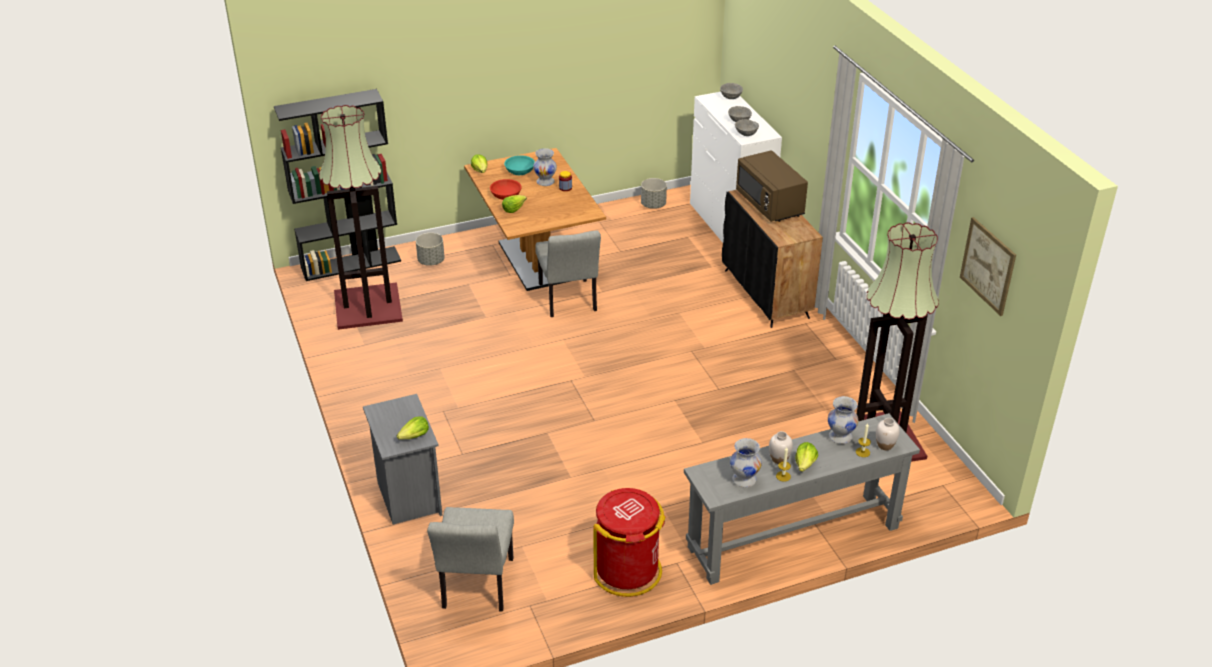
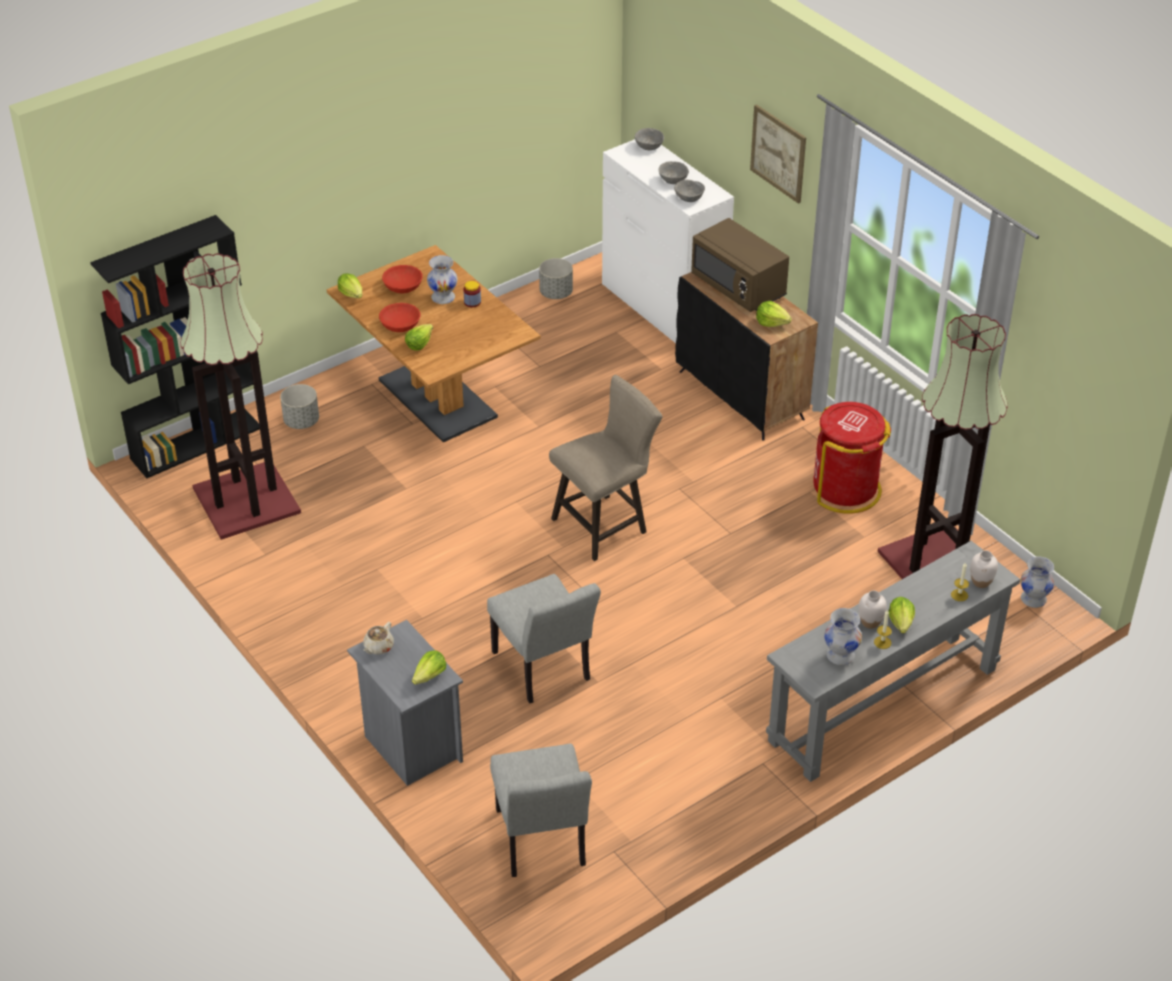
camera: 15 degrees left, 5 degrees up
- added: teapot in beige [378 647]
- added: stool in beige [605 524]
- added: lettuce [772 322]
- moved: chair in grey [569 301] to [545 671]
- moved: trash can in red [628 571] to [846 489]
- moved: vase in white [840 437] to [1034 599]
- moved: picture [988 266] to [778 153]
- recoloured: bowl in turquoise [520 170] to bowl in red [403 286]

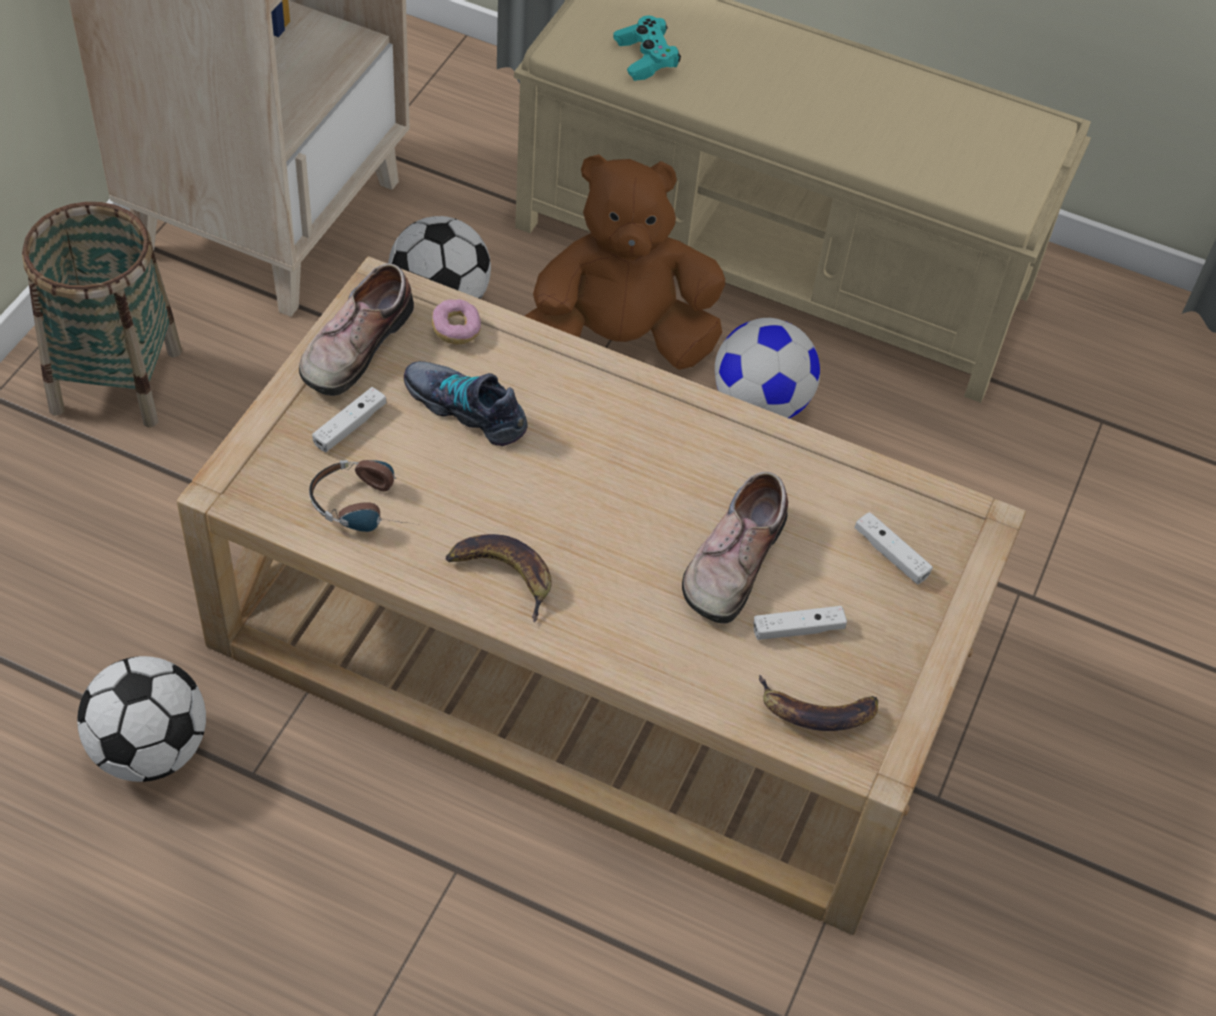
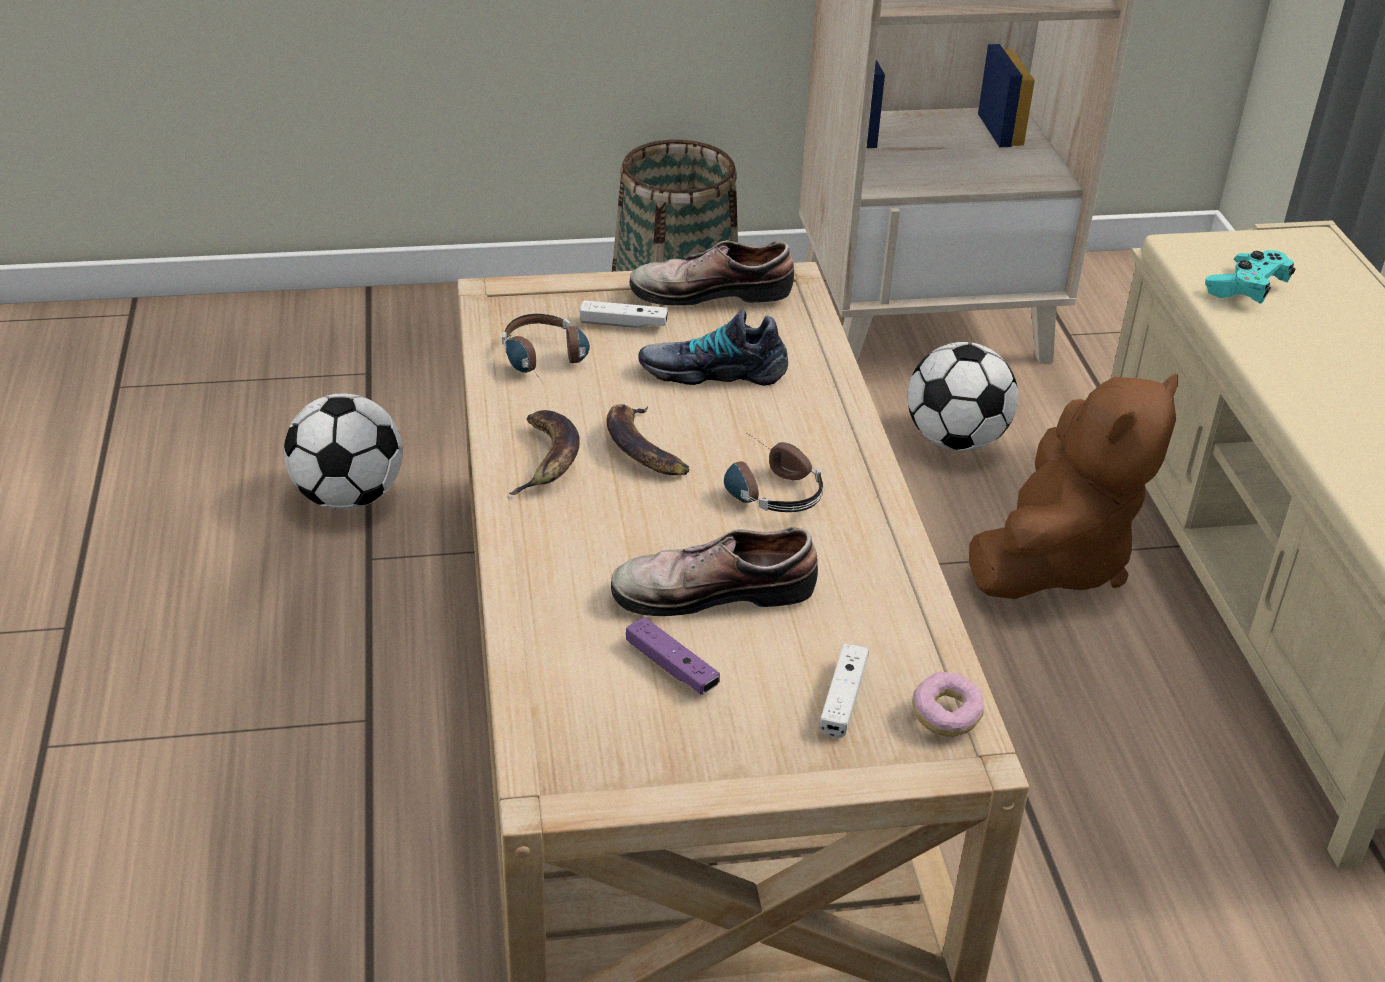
camera: 60 degrees right, 15 degrees down
- removed: football [760 405]
- added: headphones [765 487]
- moved: donut [456 330] to [945 716]
- moved: banana [815 712] to [642 448]
- recoloured: game controller in white [798 629] to game controller in purple [671 667]
- turned: shoe [466 408] = [712 371] 90 degrees counterclockwise
- turned: plush toy in brown [618 340] = [1055 560] 75 degrees clockwise

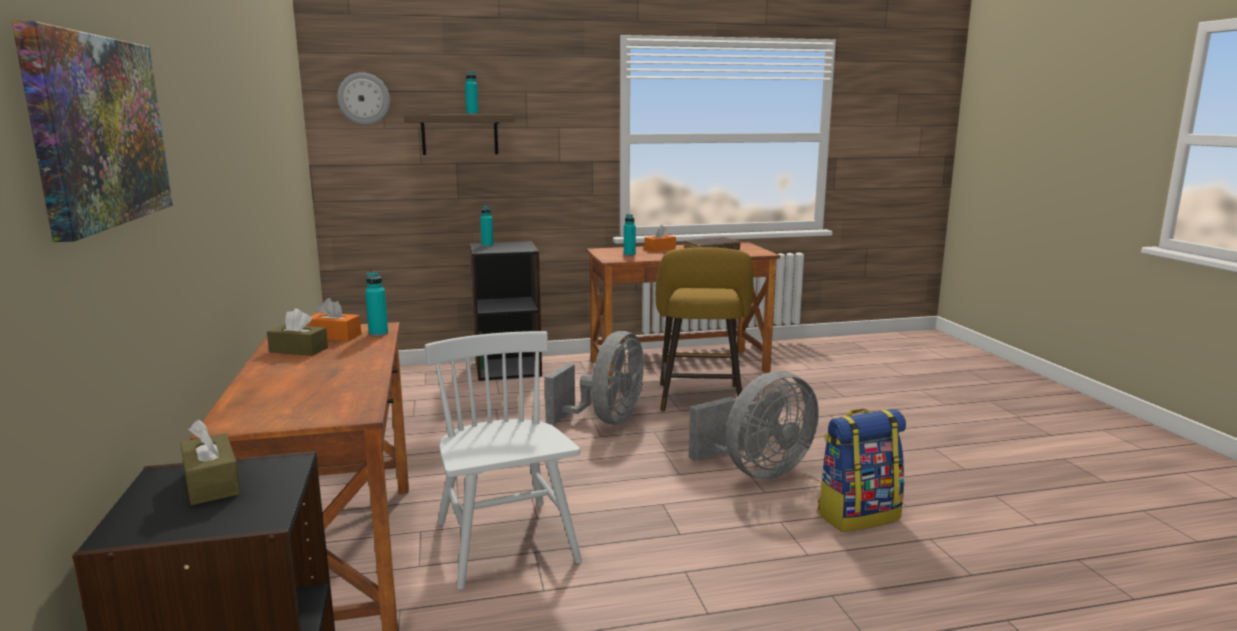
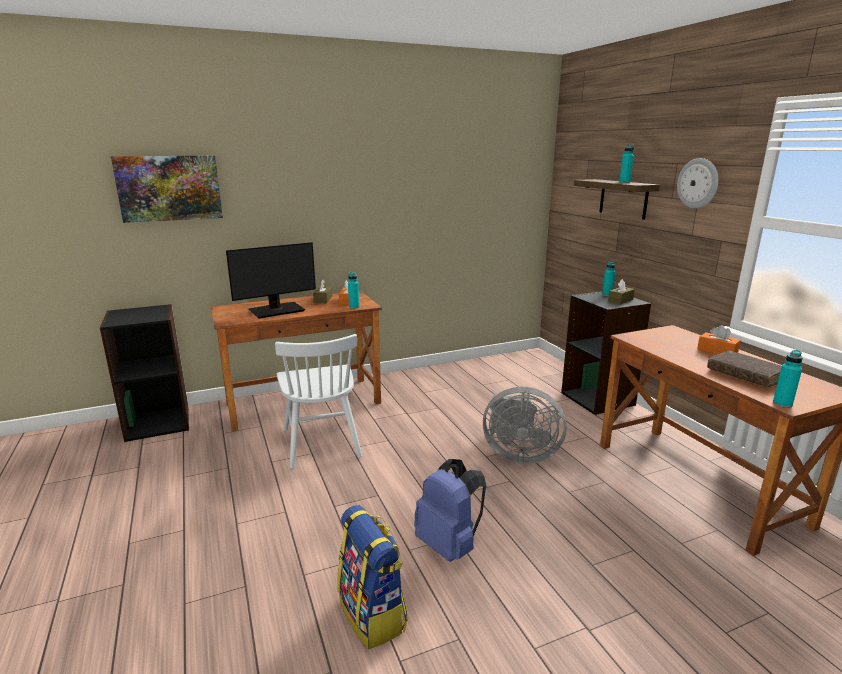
camera: 80 degrees right, 5 degrees up
- removed: stool in yellow [700 401]
- added: monitor [276 310]
- moved: tissue box in brown [212 483] to [620 300]
- moved: wall clock [364 98] to [698 183]
- moved: bottle in turquoise [629 254] to [782 404]
- replaced: fan in grey [757 471] to backpack in blue [449 545]
- turned: chair in white [506 543] = [321 442] 105 degrees clockwise

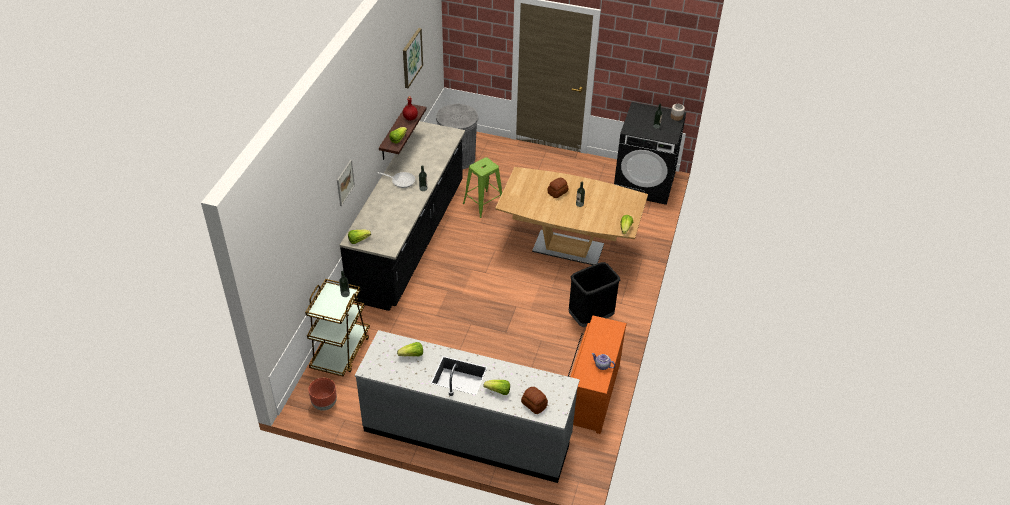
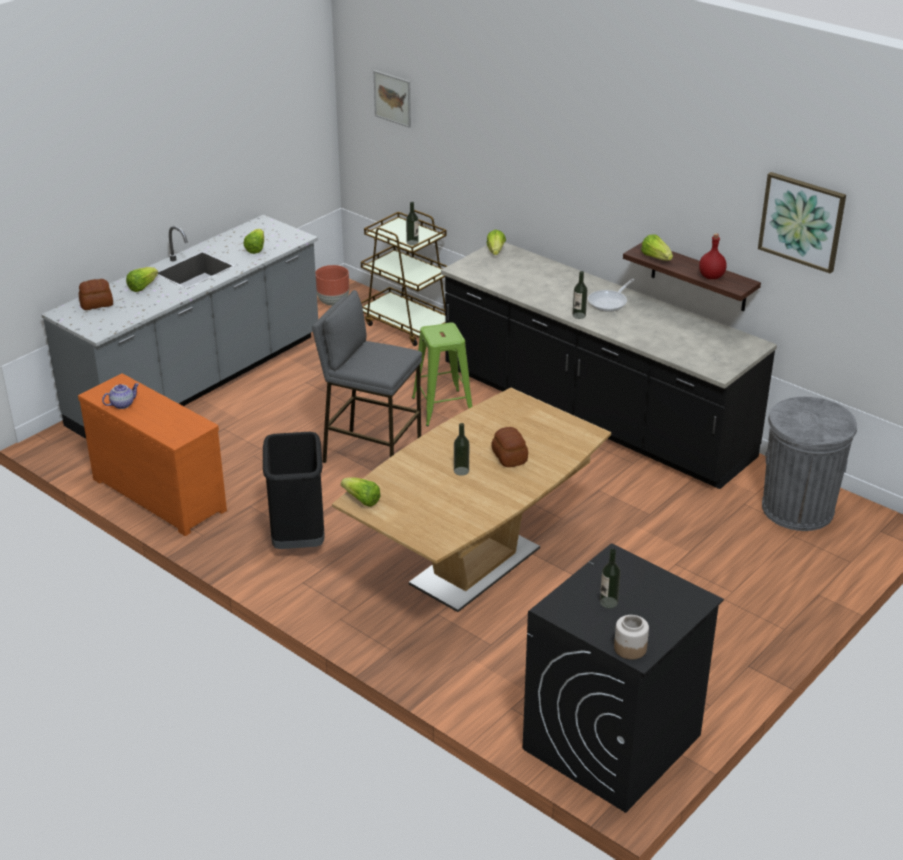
camera: 115 degrees right, 10 degrees down
- added: stool in grey [371 454]
- moved: picture [345 182] to [393 98]
- moved: stool in green [483 204] to [442 407]

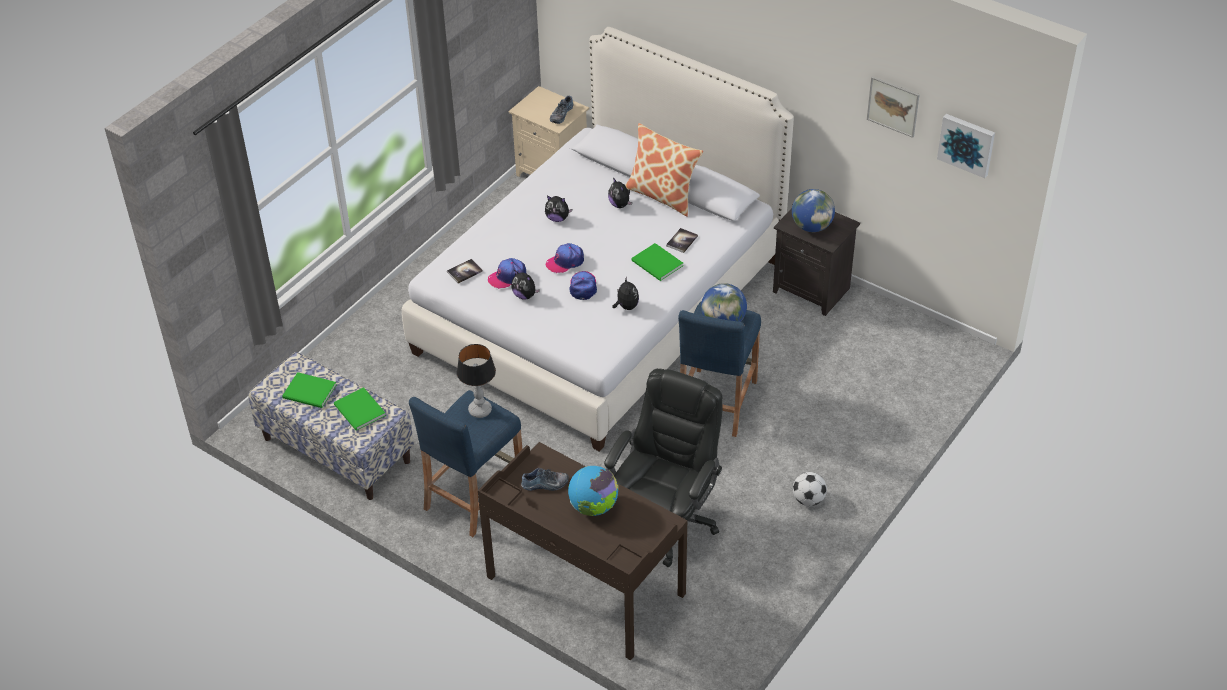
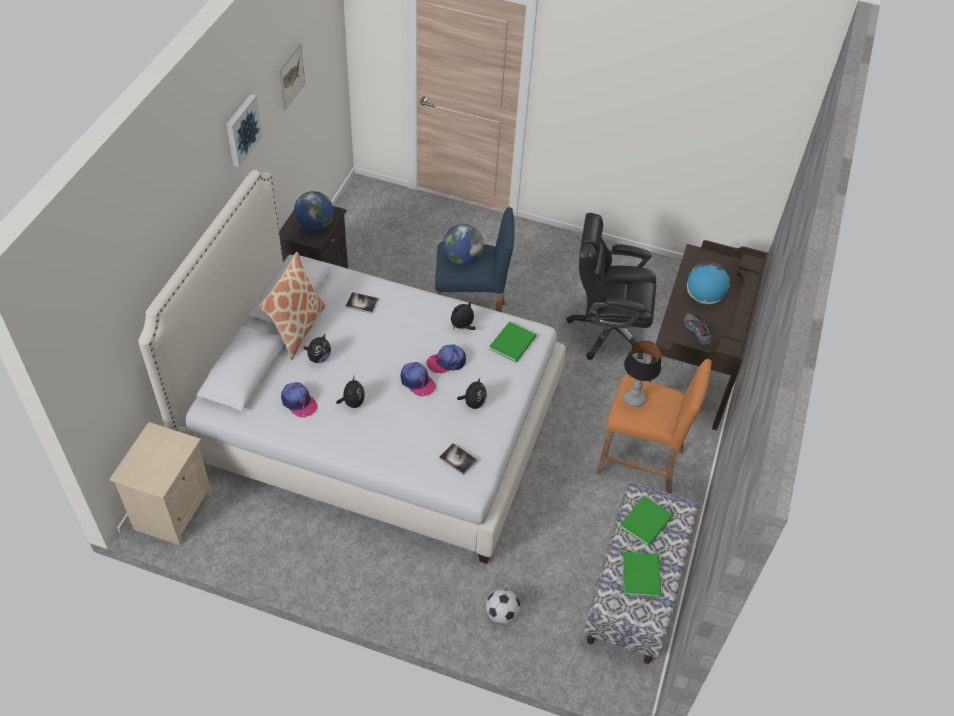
camera: 110 degrees left, 5 degrees up
- removed: shoe [561 114]
- moved: cap [507 277] to [299 402]
- moved: book in green [657 264] to [514 342]
- moved: football [808 500] to [502 614]
- moved: picture [967 144] to [242 129]
- recoloured: stool in blue [474 496] to stool in orange [640 461]

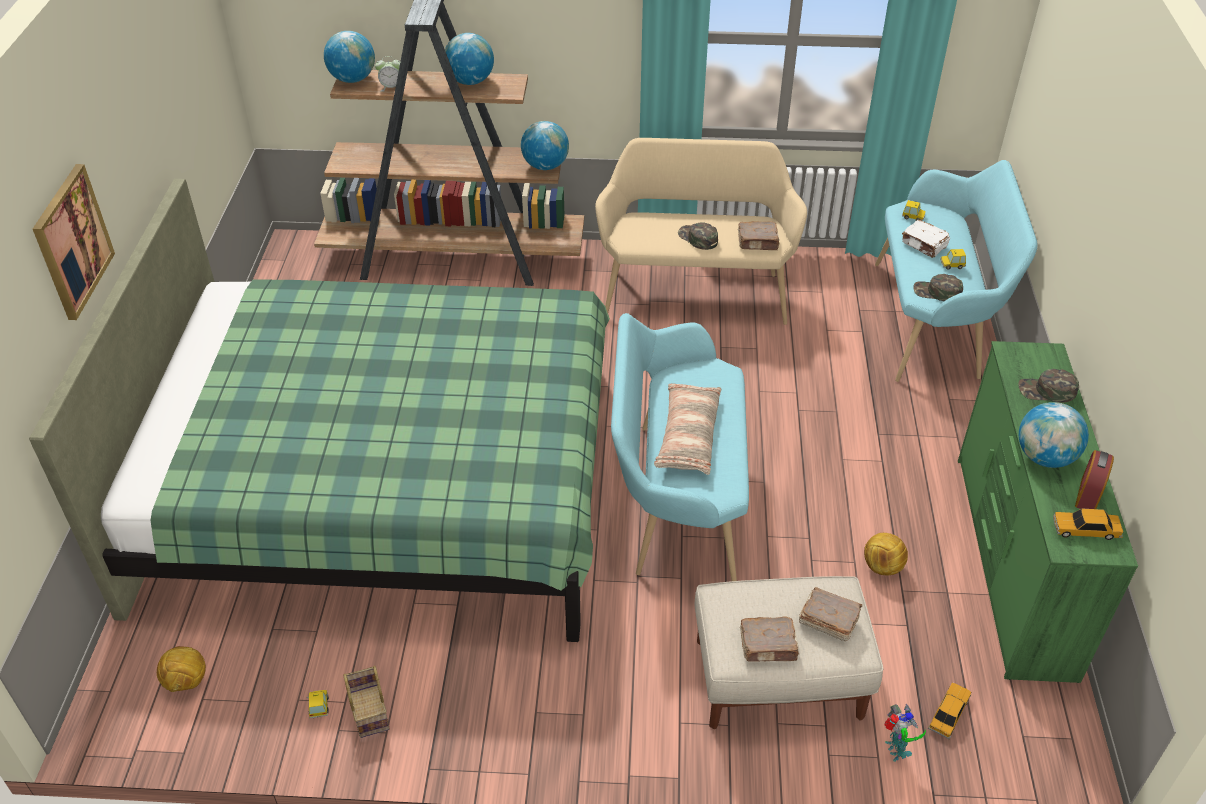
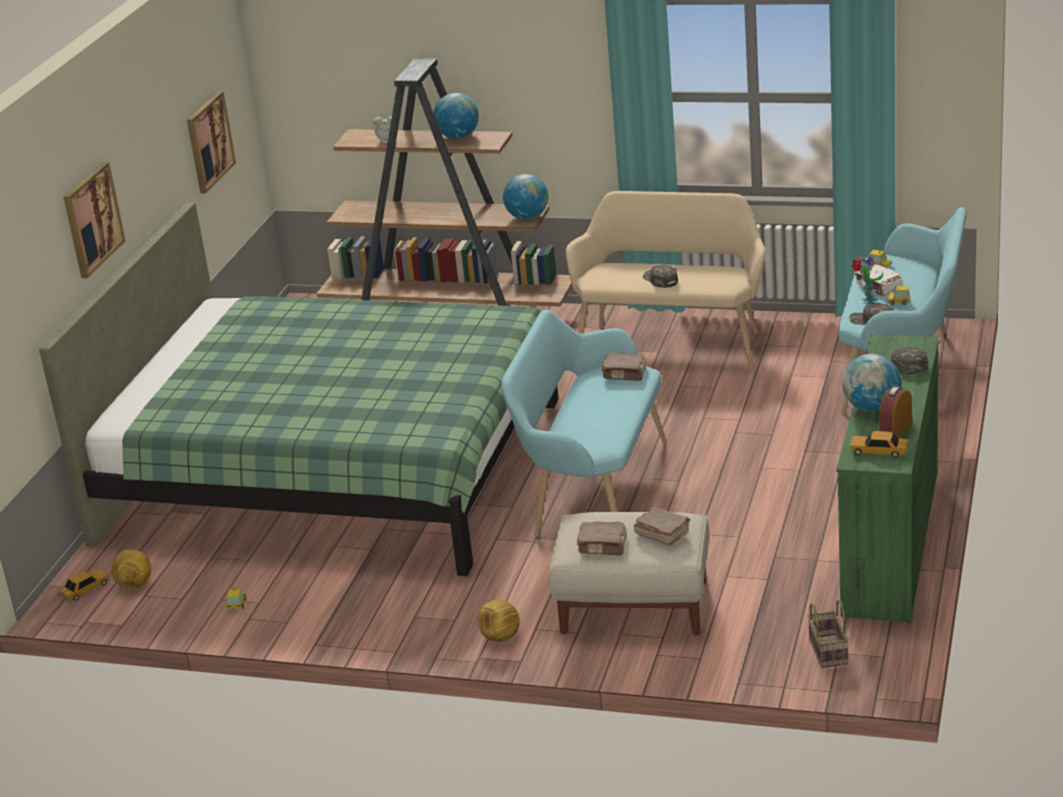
camera: 15 degrees right, 15 degrees down
- removed: globe [352 79]
- removed: pillow [687 436]
- added: picture [209 142]
- moved: basket [368 710] to [827 651]
- moved: book in brown [758 242] to [625 374]
- moved: football [882 566] to [500 637]
- moved: toy robot [895 751] to [868 302]
- moved: toy car [948 714] to [85 590]

